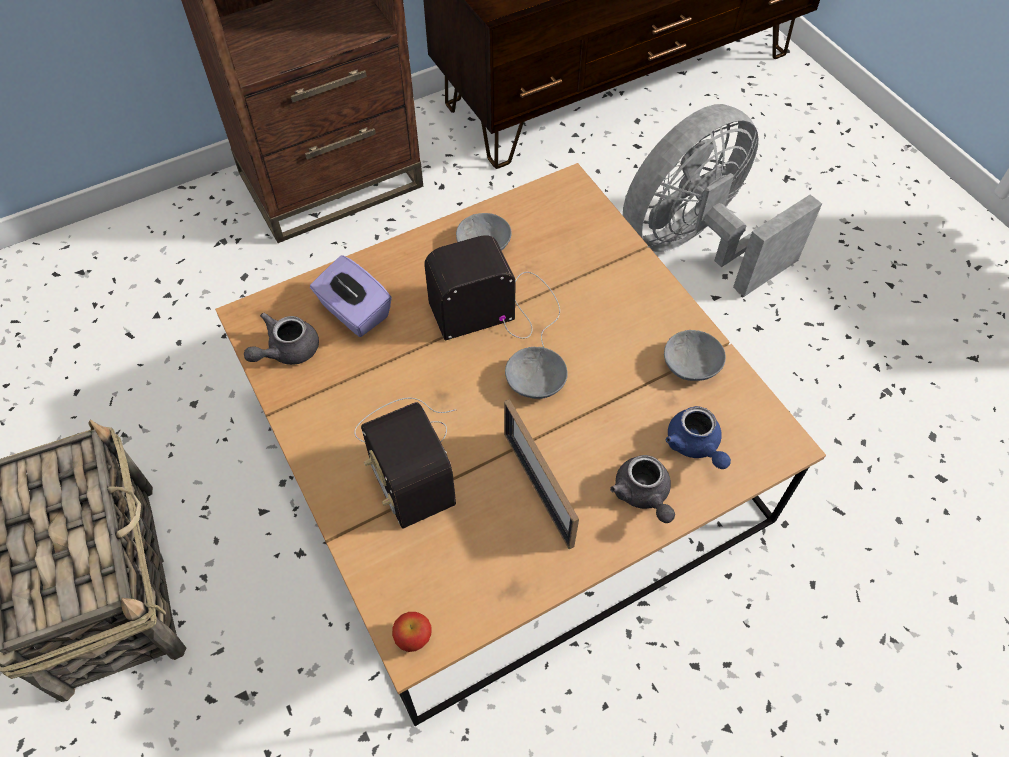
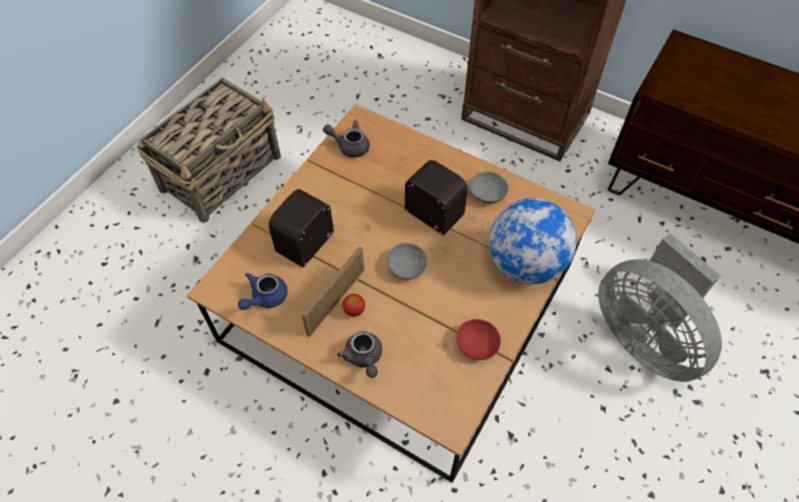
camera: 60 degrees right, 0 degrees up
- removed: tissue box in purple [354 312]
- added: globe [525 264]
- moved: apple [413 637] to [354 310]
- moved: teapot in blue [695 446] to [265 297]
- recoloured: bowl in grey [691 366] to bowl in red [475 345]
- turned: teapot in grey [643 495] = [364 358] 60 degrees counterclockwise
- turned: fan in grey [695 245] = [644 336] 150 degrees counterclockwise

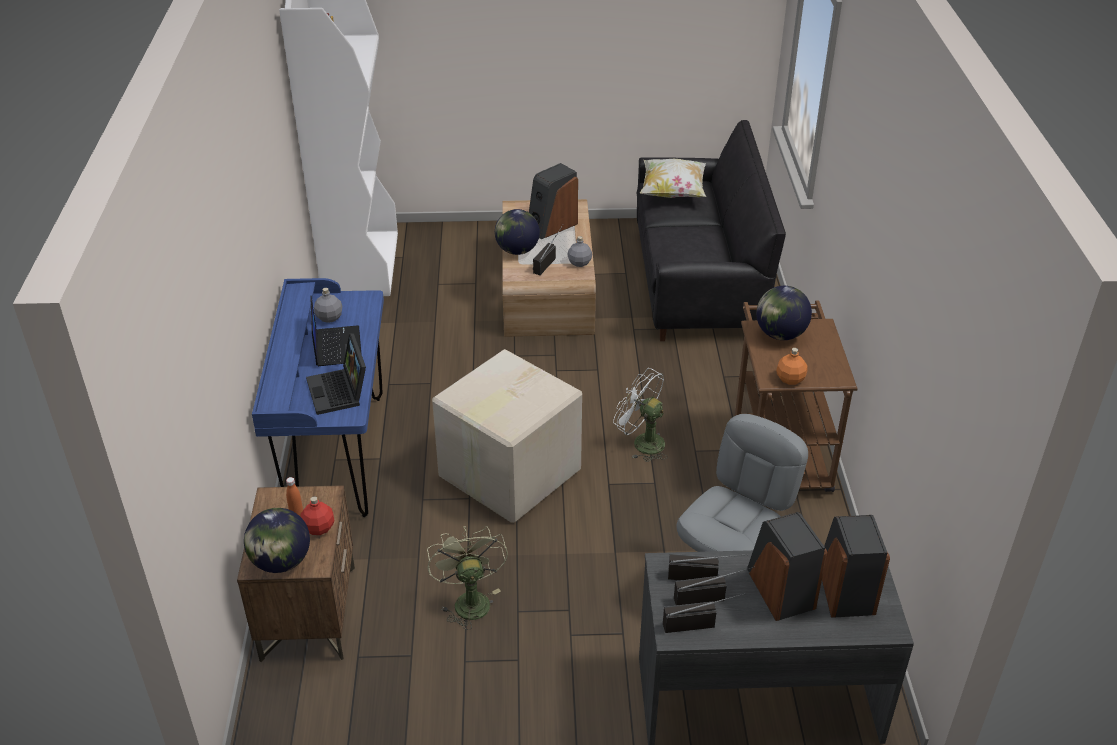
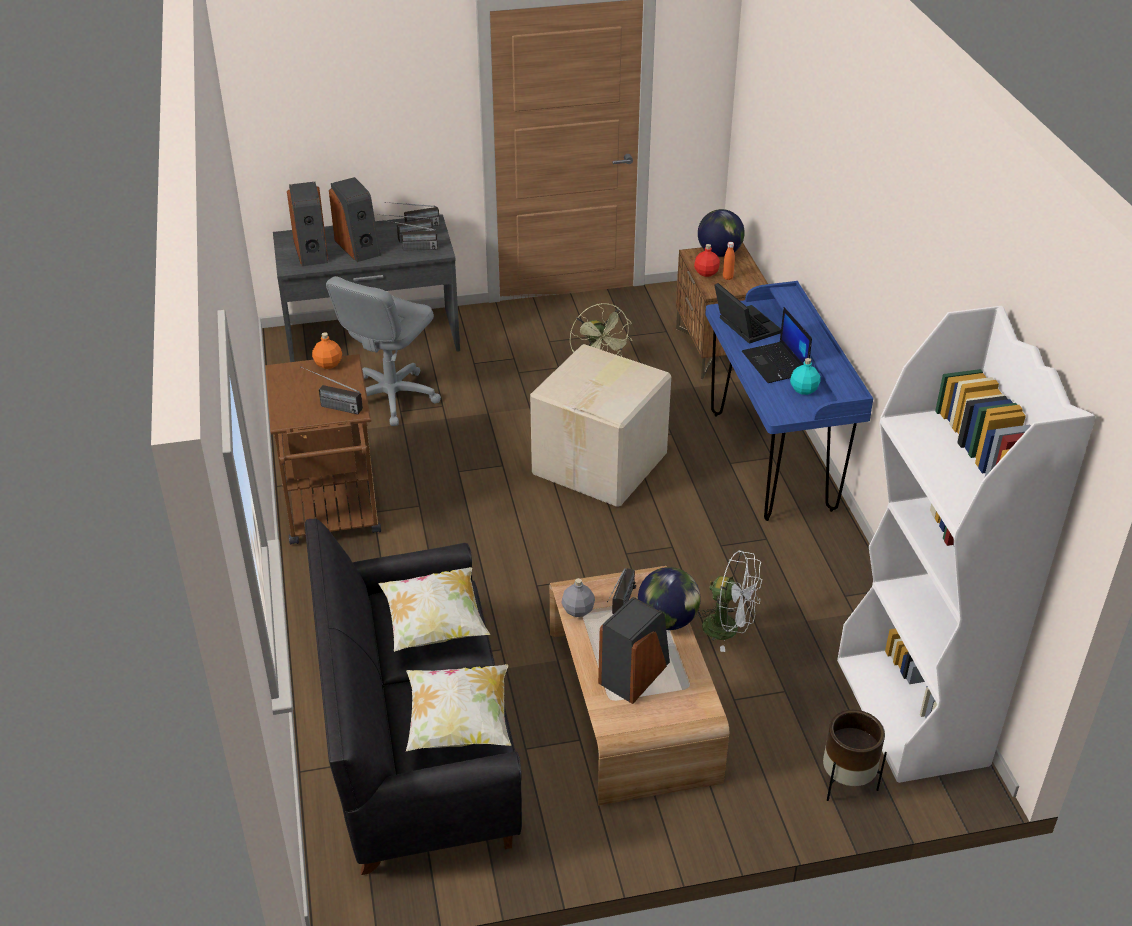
camera: 170 degrees right, 0 degrees up
- added: pillow [435 626]
- added: planter in brown [846 782]
- moved: fan in white [642 442] to [729 629]
- replaced: globe [780 334] to radio [331 406]
- recoloured: bottle in grey [329 317] to bottle in turquoise [803 390]

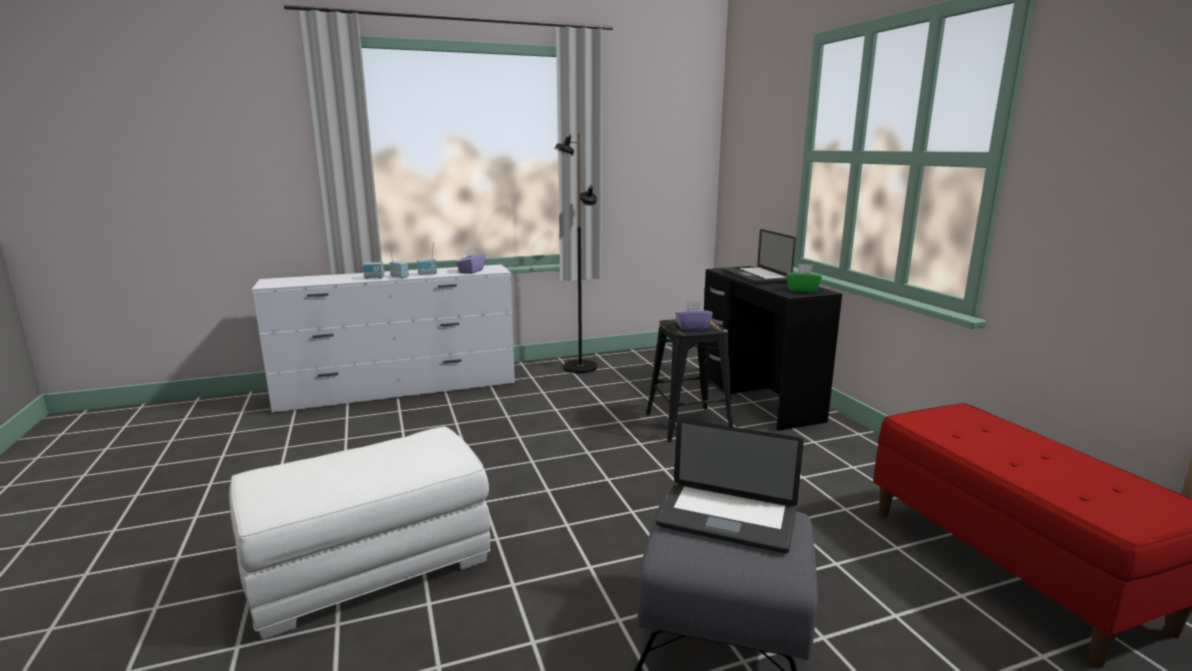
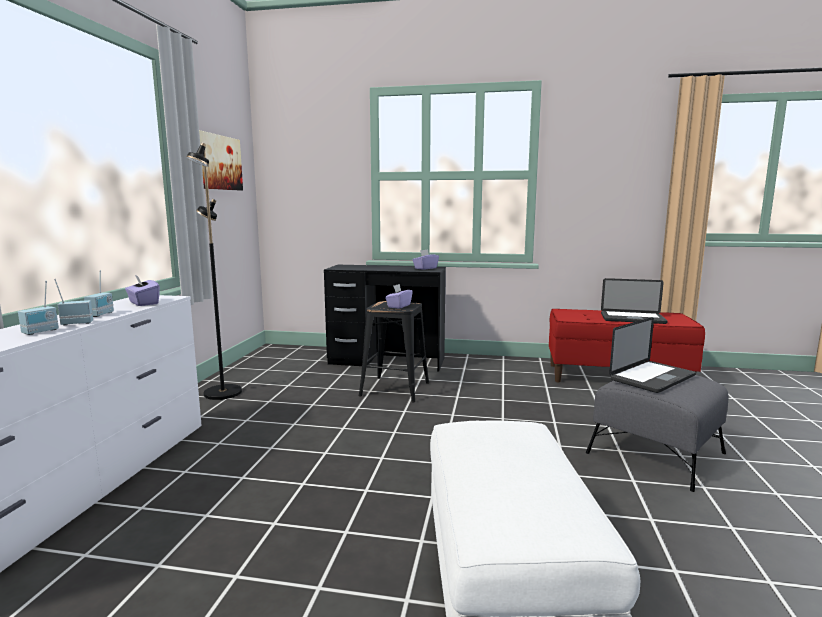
camera: 60 degrees left, 5 degrees down
- added: picture [216 162]
- moved: laptop [756 277] to [632 318]
- recoloured: tissue box in green [802 290] to tissue box in purple [425 268]

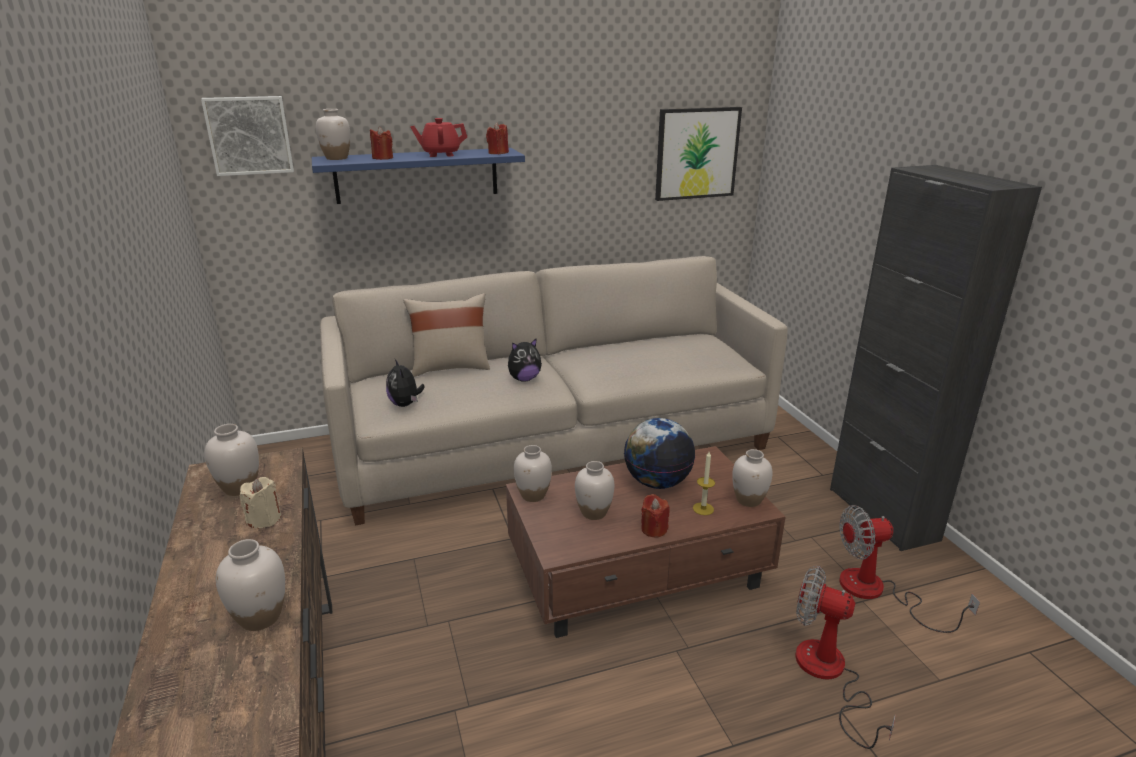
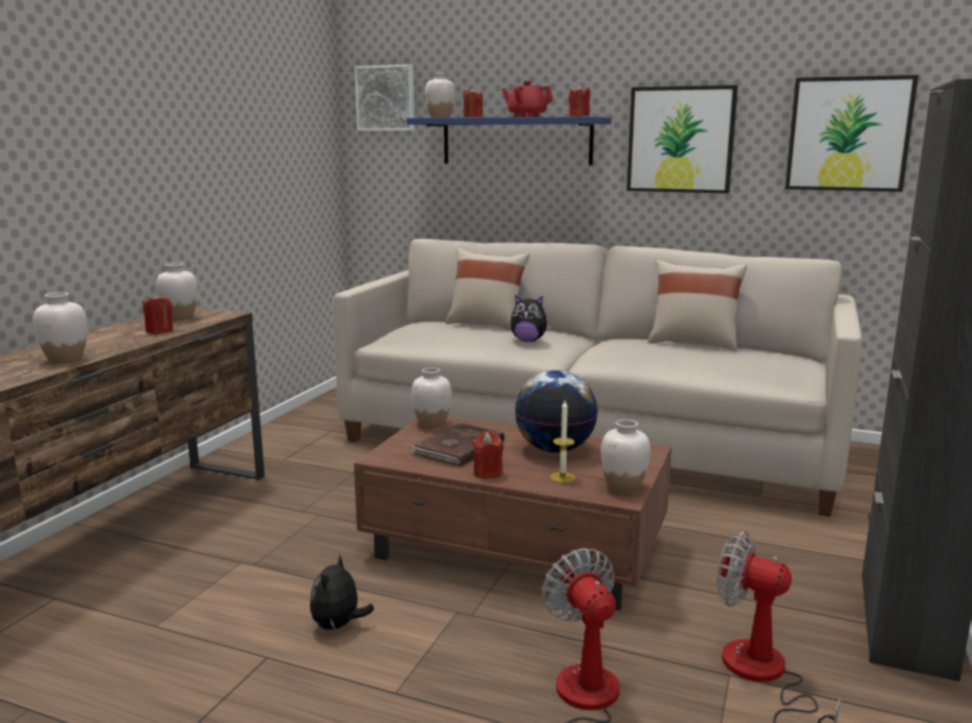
camera: 40 degrees right, 10 degrees down
- added: picture [680 140]
- added: pillow in beige [693 343]
- moved: plush toy [405 404] to [338 626]
- replaced: vase in white [593 513] to book in brown [458 448]
- recoloured: candle in beige [264 519] to candle in red [159 331]

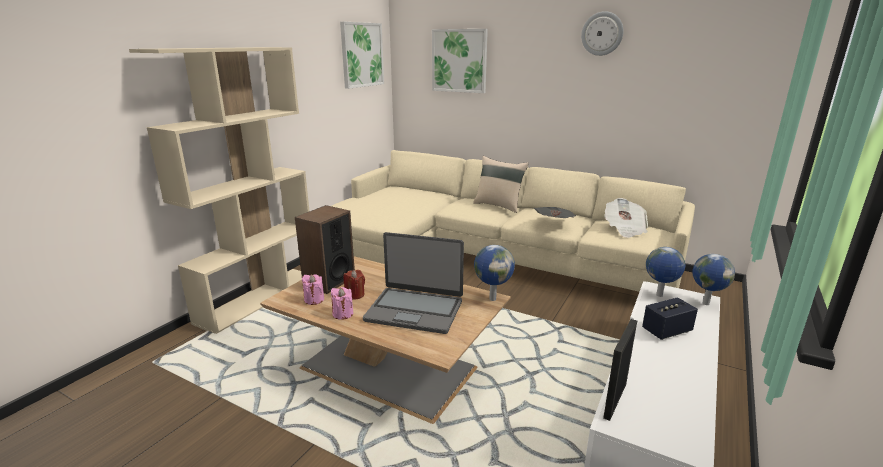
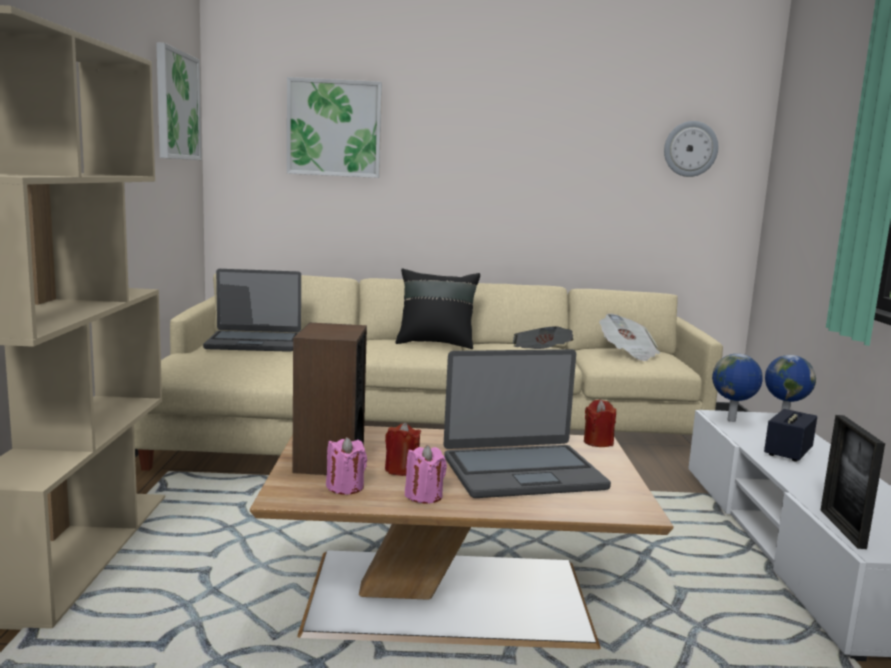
camera: 30 degrees left, 10 degrees down
- added: laptop [254 343]
- moved: wall clock [602 33] to [690 149]
- replaced: globe [492 298] to candle in red [598 442]
- recoloured: pillow in beige [499 205] to pillow in black [436 343]

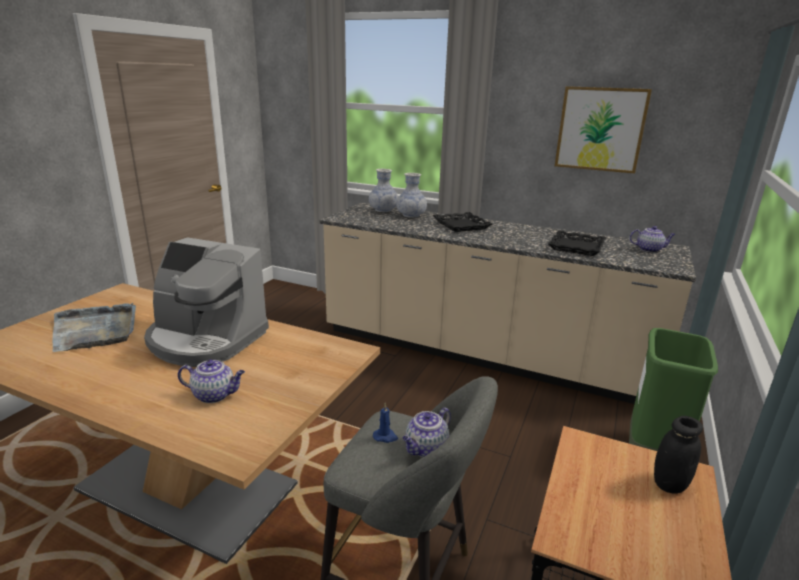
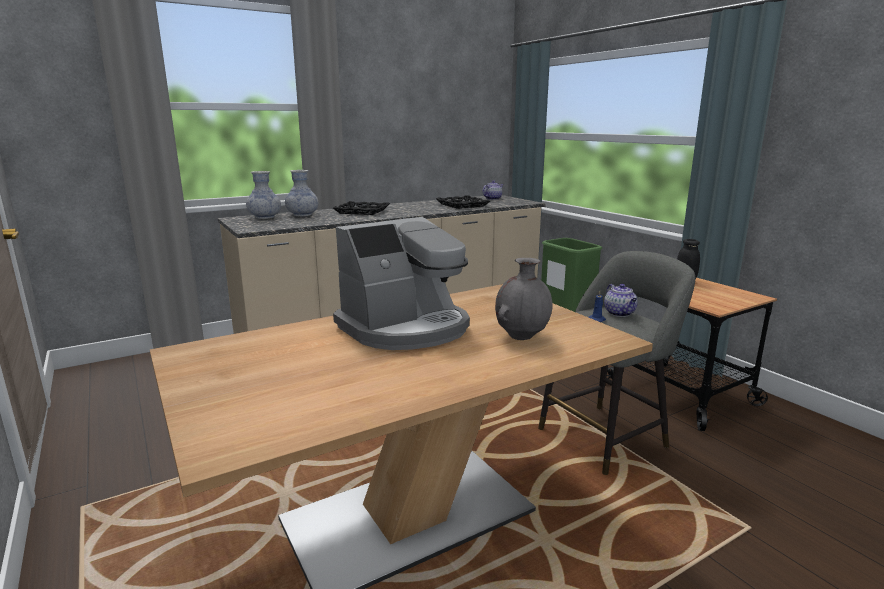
camera: 55 degrees left, 5 degrees down
- removed: tray in grey [95 330]
- removed: picture [600 129]
- replaced: teapot [215 395] to vase in grey [522 336]

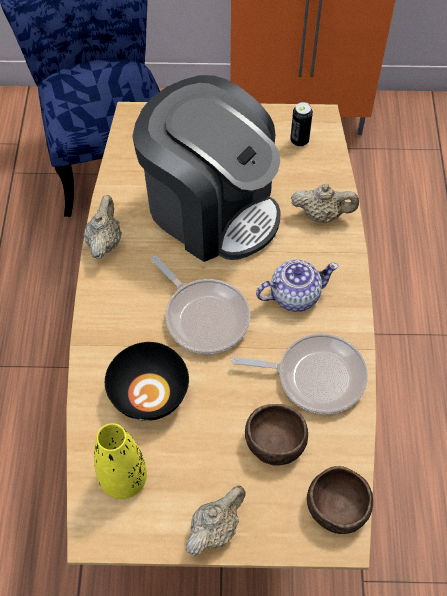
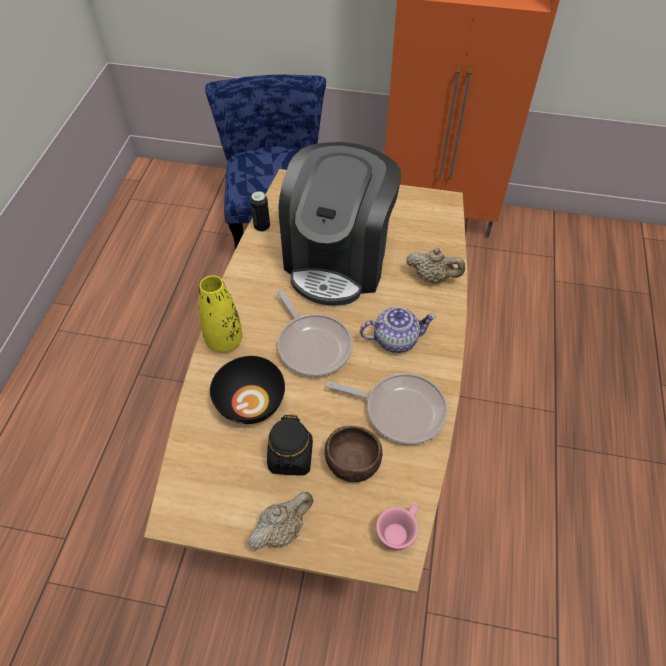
camera: 10 degrees right, 5 degrees down
- removed: teapot in beige [104 242]
- added: jar in black [291 457]
- moved: vase in yellow [123 479] to [224 341]
- moved: can [299 141] to [262 227]
- replaced: bowl in brown [338 508] to cup in pink [398 531]
- turned: coffee machine [211 208] = [338 259] 60 degrees clockwise

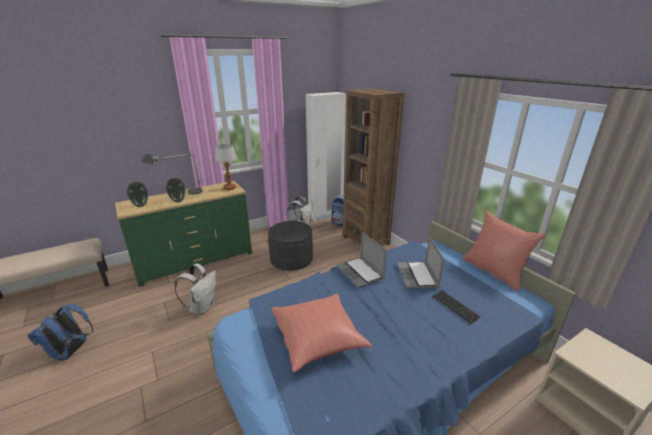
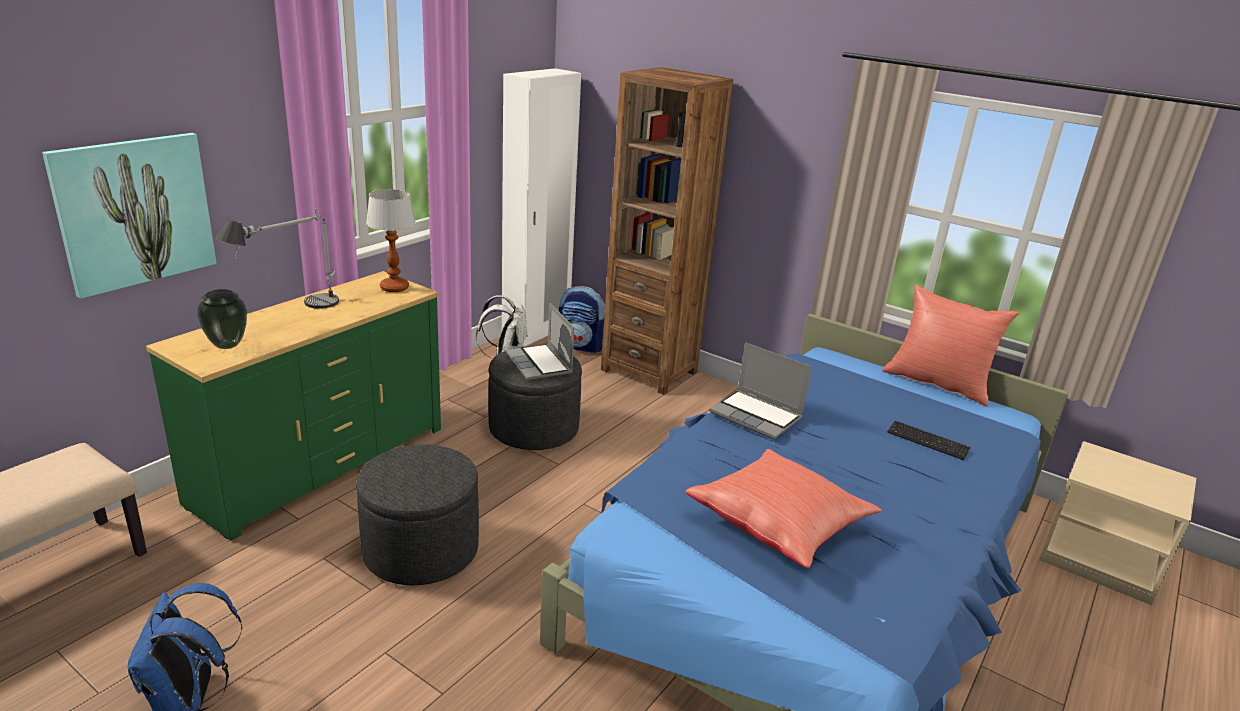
camera: 25 degrees left, 0 degrees up
- removed: vase [178 201]
- added: picture [135 212]
- moved: laptop [418 276] to [540 364]
- replaced: backpack in white [202 307] to ottoman in grey [421 550]

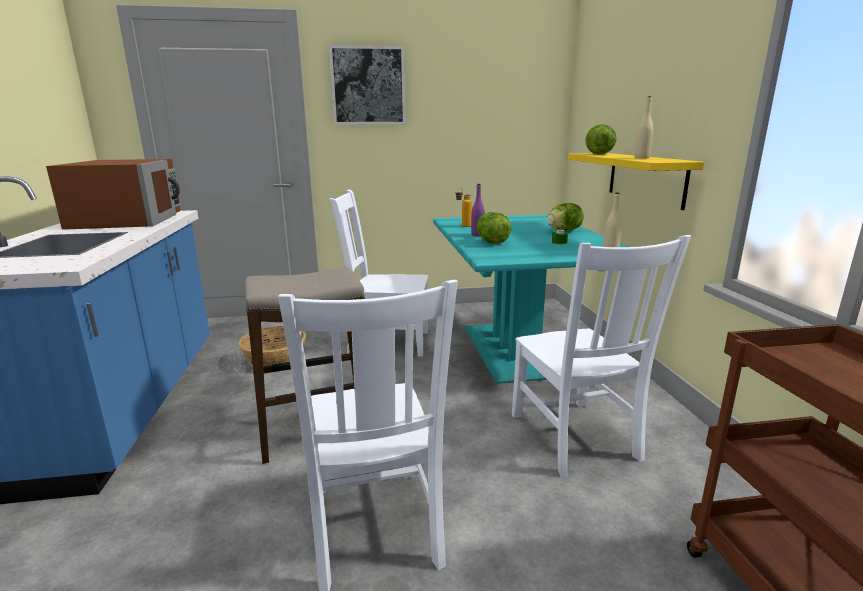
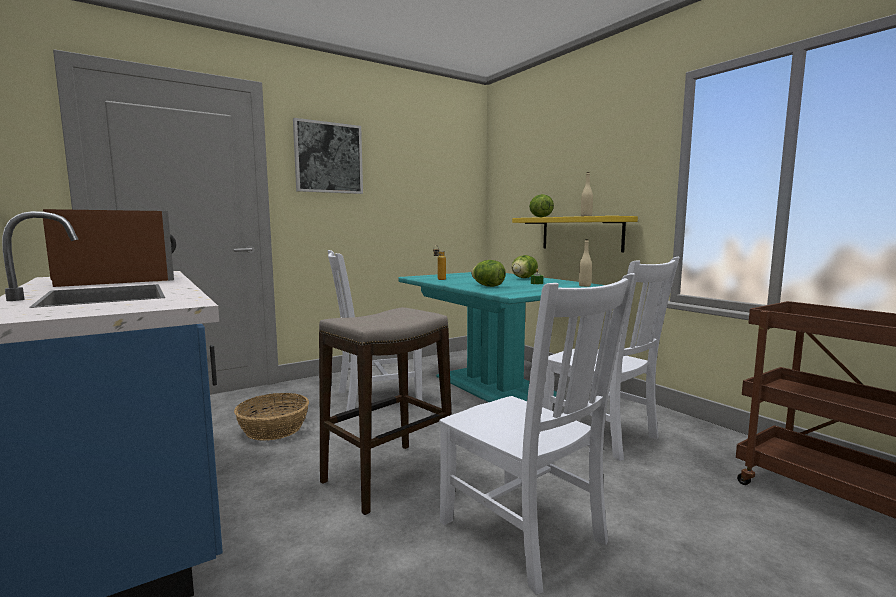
camera: 25 degrees left, 10 degrees down
- removed: bottle in purple [477 235]

